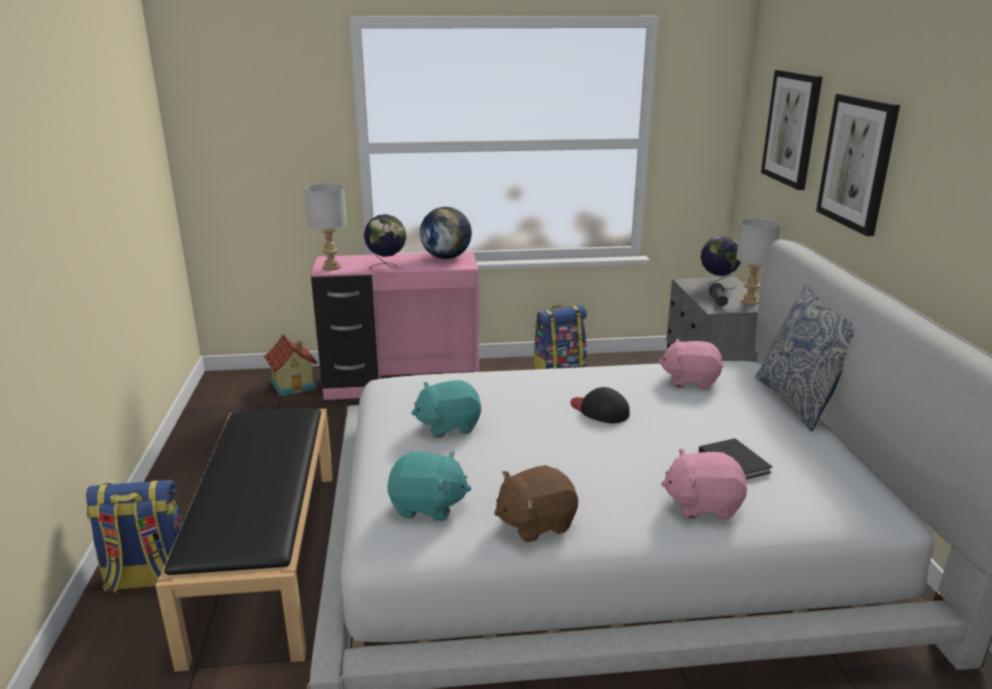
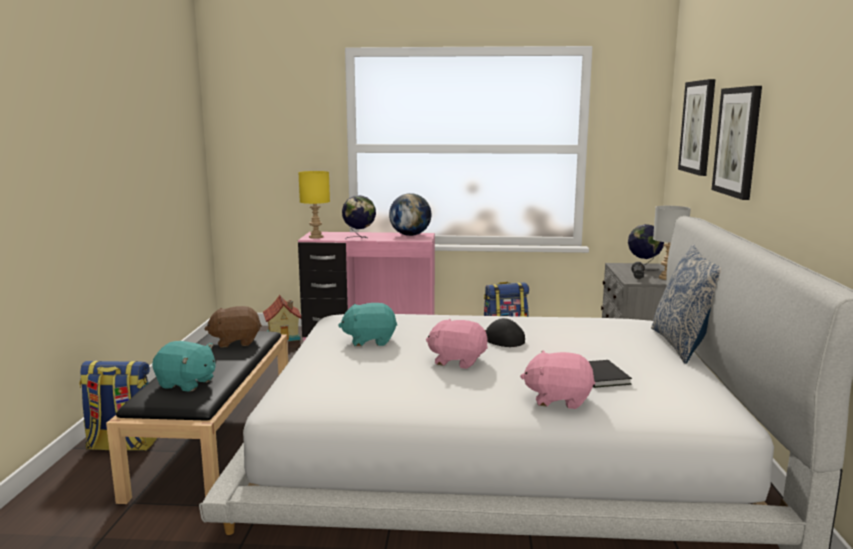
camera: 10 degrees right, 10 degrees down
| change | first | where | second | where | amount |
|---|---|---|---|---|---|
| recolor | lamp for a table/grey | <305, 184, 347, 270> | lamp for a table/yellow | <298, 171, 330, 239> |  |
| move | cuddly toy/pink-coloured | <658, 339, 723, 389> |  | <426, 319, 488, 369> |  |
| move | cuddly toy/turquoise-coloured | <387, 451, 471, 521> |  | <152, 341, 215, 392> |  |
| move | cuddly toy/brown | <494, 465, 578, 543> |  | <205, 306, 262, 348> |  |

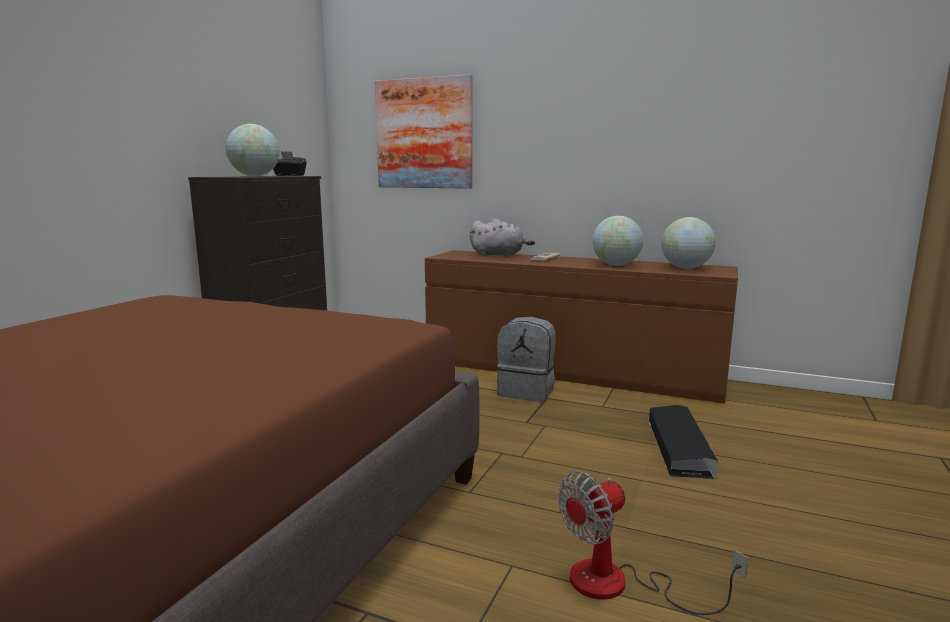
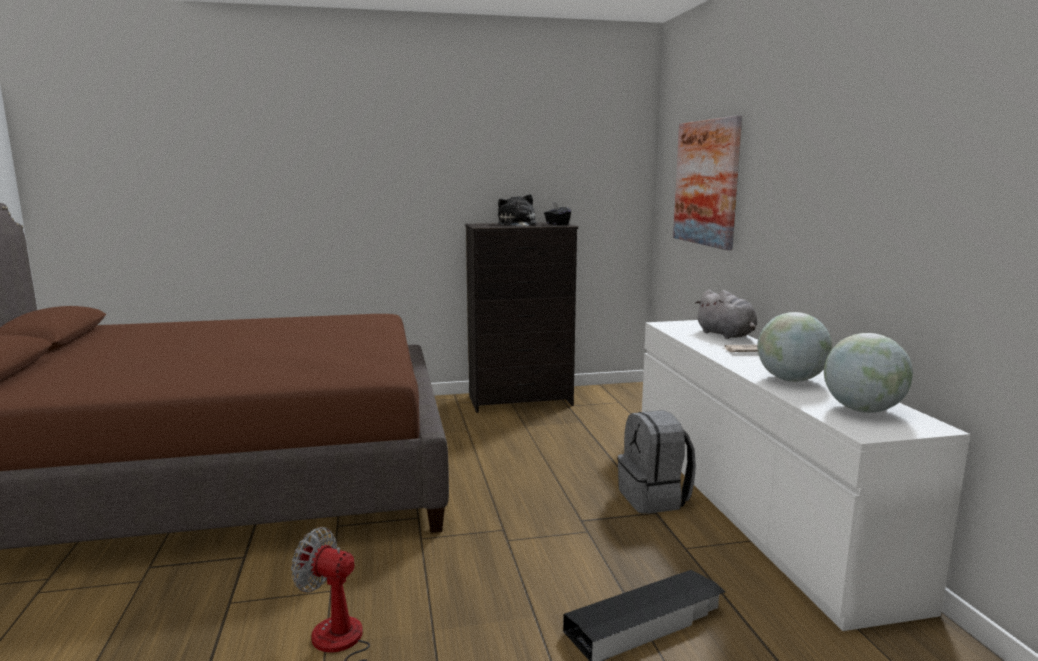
camera: 55 degrees right, 0 degrees up
| change | first | where | second | where | amount |
|---|---|---|---|---|---|
| replace | desk globe | <226, 124, 280, 176> | cuddly toy | <498, 194, 536, 227> |  |
| recolor | drawer chest/brown | <425, 250, 738, 404> | drawer chest/white | <642, 320, 970, 631> |  |

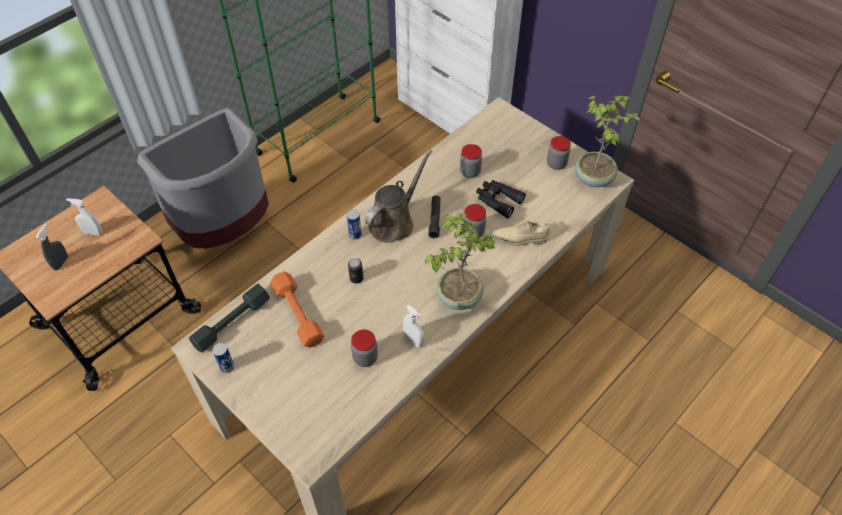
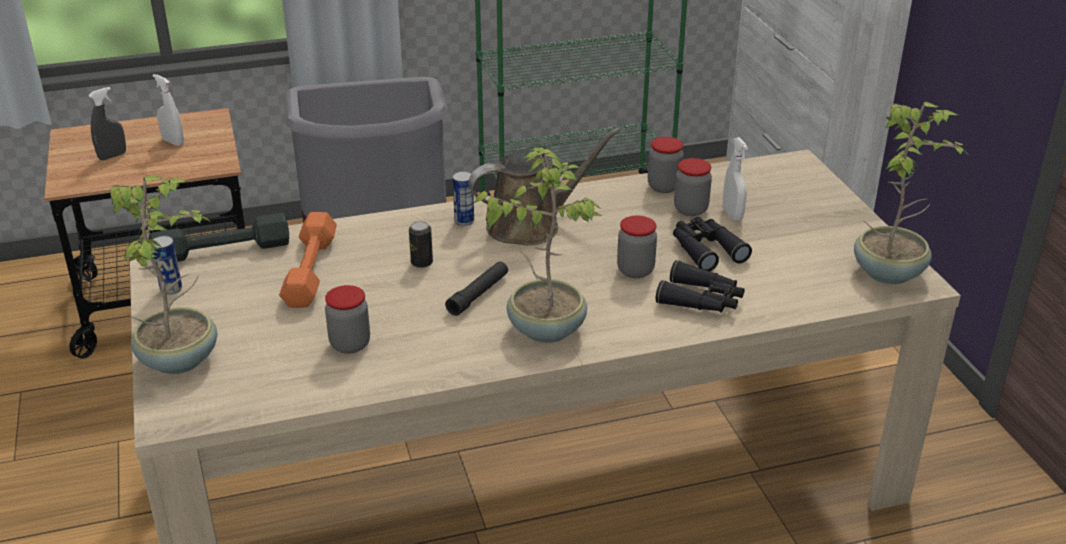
camera: 30 degrees right, 20 degrees down
| change | first | where | second | where | amount |
|---|---|---|---|---|---|
| move | jar | <547, 136, 571, 170> |  | <648, 137, 684, 193> |  |
| move | hand torch/black-coloured | <428, 196, 440, 238> |  | <445, 261, 508, 316> |  |
| replace | item of footwear/beige-coloured | <492, 219, 550, 246> | field glasses/black-coloured | <656, 260, 744, 313> |  |
| move | hand sprayer/white | <403, 305, 424, 348> |  | <723, 137, 748, 221> |  |
| insert |  |  | plant in a pot | <110, 175, 217, 374> |  |

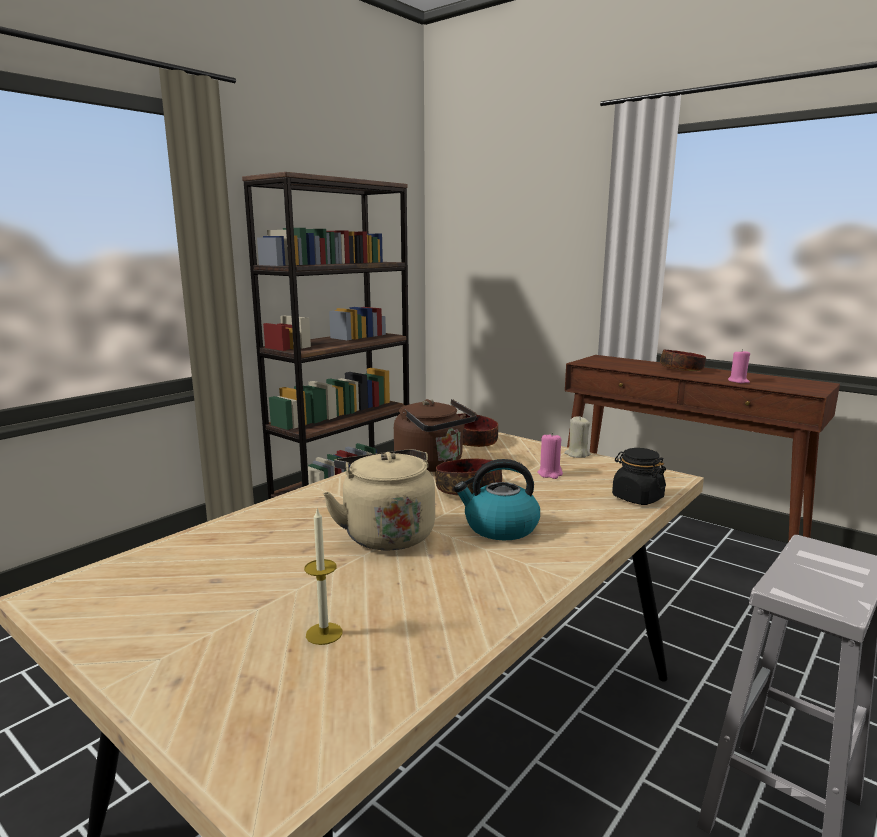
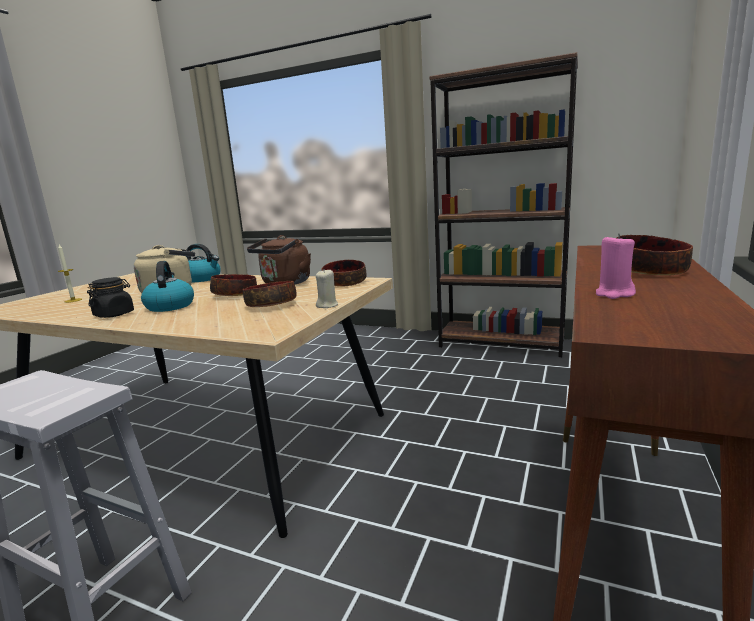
camera: 75 degrees right, 0 degrees up
| change | first | where | second | where | amount |
|---|---|---|---|---|---|
| replace | candle/pink-coloured | <537, 433, 563, 479> | bowl | <243, 281, 297, 307> |  |
| move | jar/black-coloured | <612, 448, 666, 505> |  | <87, 277, 134, 318> |  |
| insert |  |  | kettle | <186, 244, 221, 282> |  |

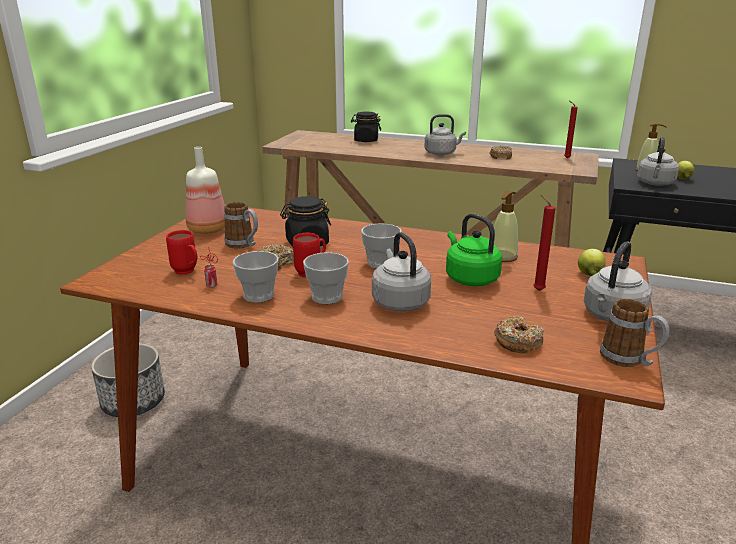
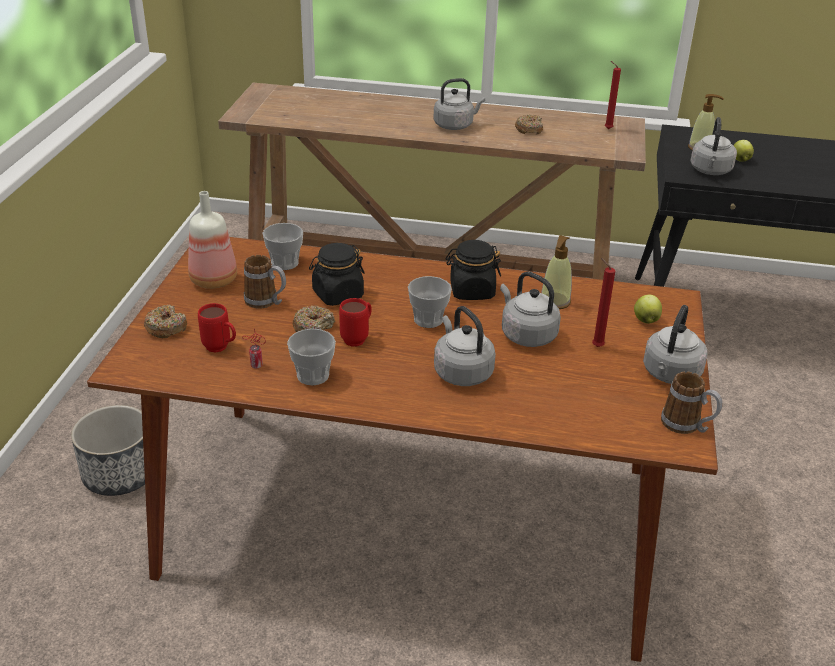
camera: 10 degrees left, 10 degrees up
| change | first | where | second | where | amount |
|---|---|---|---|---|---|
| move | jar/black-coloured | <351, 112, 381, 142> |  | <446, 240, 501, 300> |  |
| recolor | kettle/green-coloured | <446, 213, 502, 286> | kettle/grey | <500, 272, 561, 347> |  |
| move | drinking cup | <303, 252, 349, 304> |  | <262, 223, 303, 270> |  |
| move | donut | <494, 316, 544, 353> |  | <144, 304, 187, 338> |  |

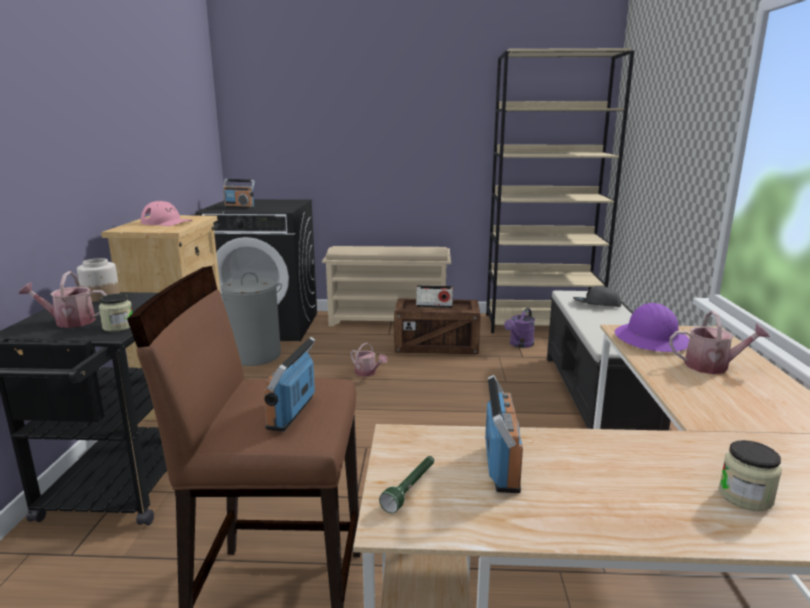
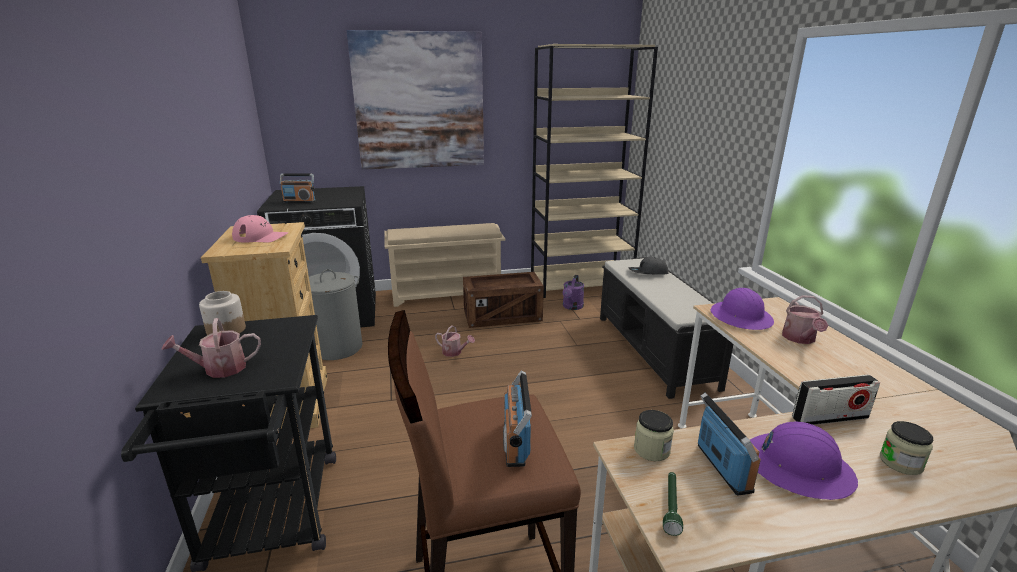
camera: 15 degrees left, 5 degrees up
| change | first | where | second | where | amount |
|---|---|---|---|---|---|
| move | radio set | <416, 285, 453, 308> |  | <792, 374, 880, 425> |  |
| move | jar | <99, 294, 132, 332> |  | <634, 410, 674, 461> |  |
| rotate | watering can | <669, 310, 770, 374> |  | <782, 295, 828, 344> | 105 degrees clockwise |
| insert |  |  | picture | <347, 30, 484, 170> |  |
| insert |  |  | safety helmet/purplish | <750, 422, 858, 500> |  |

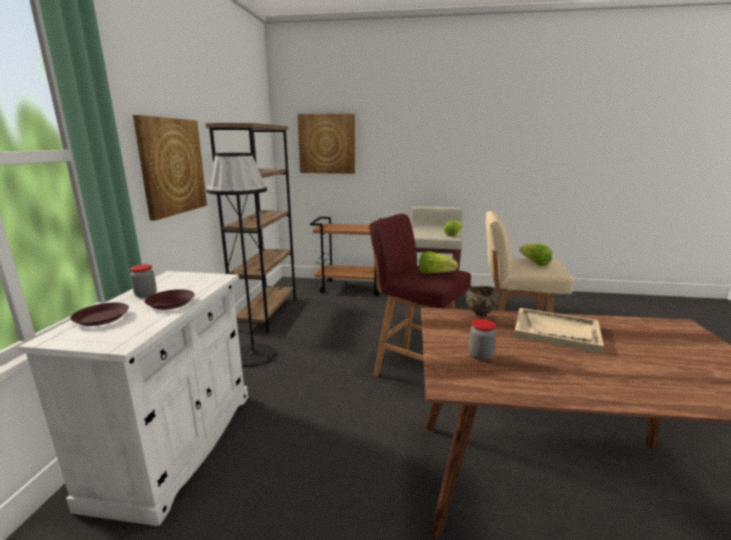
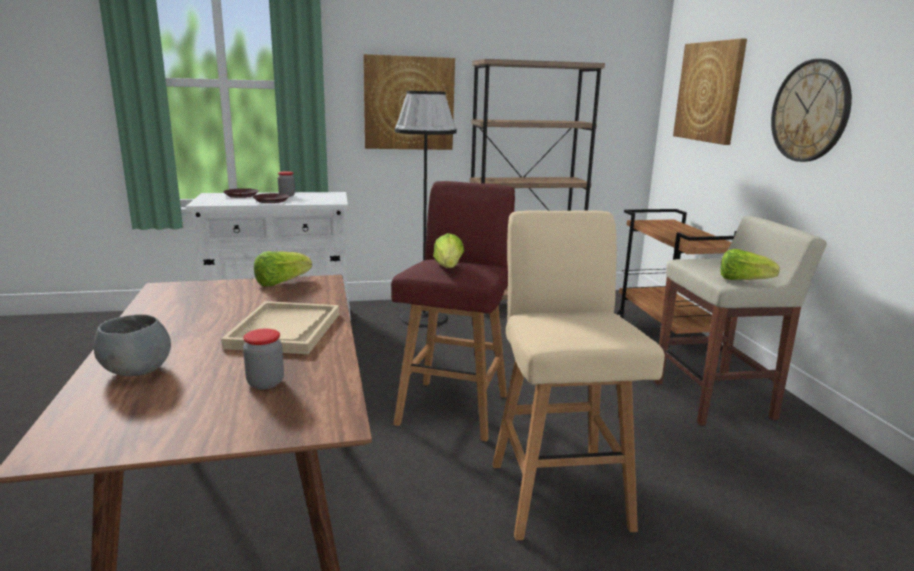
camera: 70 degrees right, 0 degrees up
| change | first | where | second | where | amount |
|---|---|---|---|---|---|
| move | lettuce head | <519, 244, 552, 266> |  | <254, 251, 312, 287> |  |
| delete | bowl/brown | <466, 286, 499, 319> |  |  |  |
| move | jar | <469, 319, 496, 360> |  | <243, 329, 284, 390> |  |
| insert |  |  | clock on the wall | <771, 59, 852, 162> |  |
| insert |  |  | bowl/grey | <94, 314, 171, 376> |  |

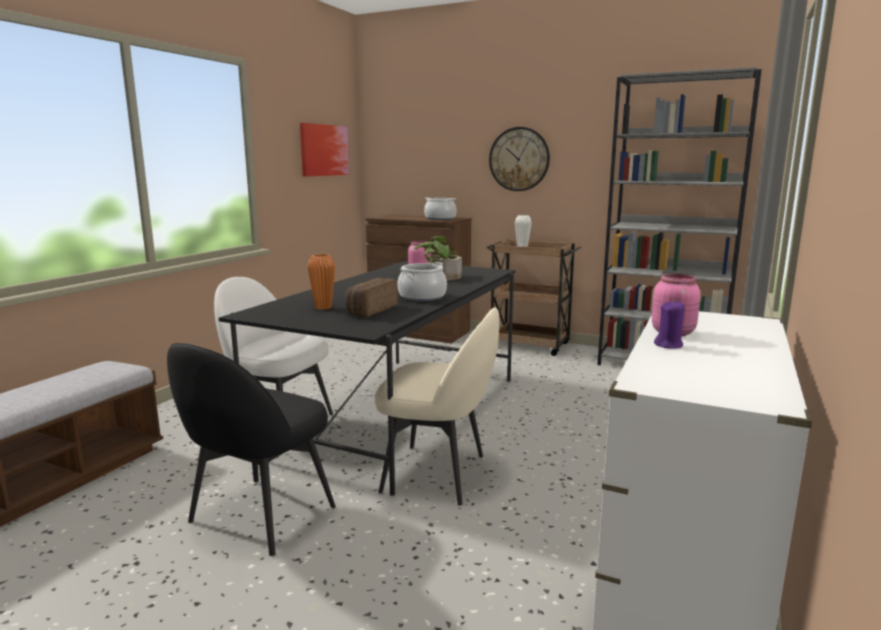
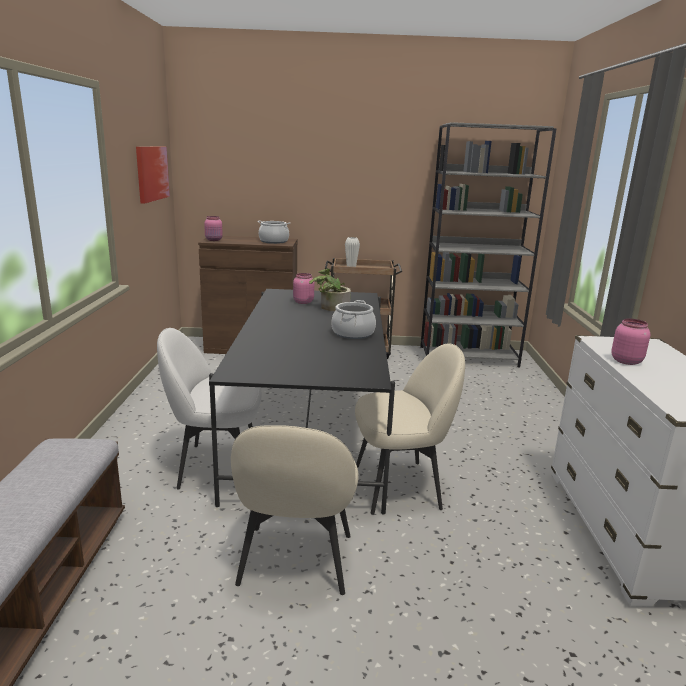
camera: 25 degrees left, 5 degrees up
| change | first | where | second | where | amount |
|---|---|---|---|---|---|
| delete | clock on the wall | <489, 127, 550, 191> |  |  |  |
| delete | vase/orangey | <308, 254, 335, 310> |  |  |  |
| delete | baked bread | <345, 278, 398, 317> |  |  |  |
| delete | candle/purplish | <654, 300, 685, 348> |  |  |  |
| recolor | upright chair/black-coloured | <167, 343, 336, 556> | upright chair/beige-coloured | <231, 425, 359, 595> |  |
| insert |  |  | jar/pink-coloured | <204, 216, 223, 241> |  |

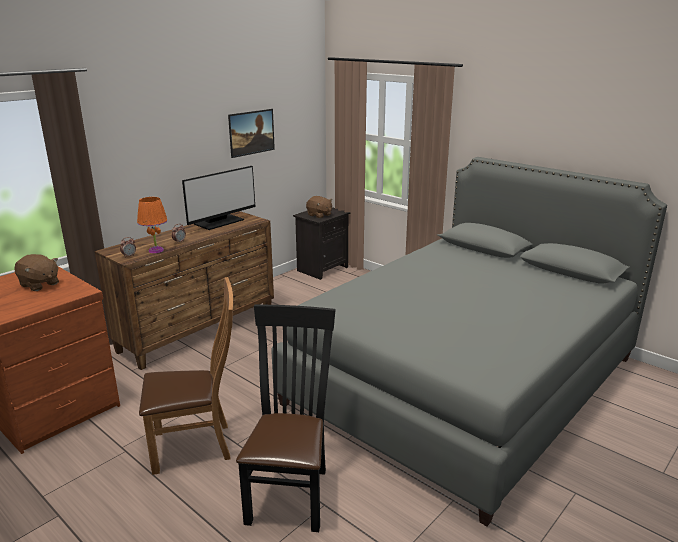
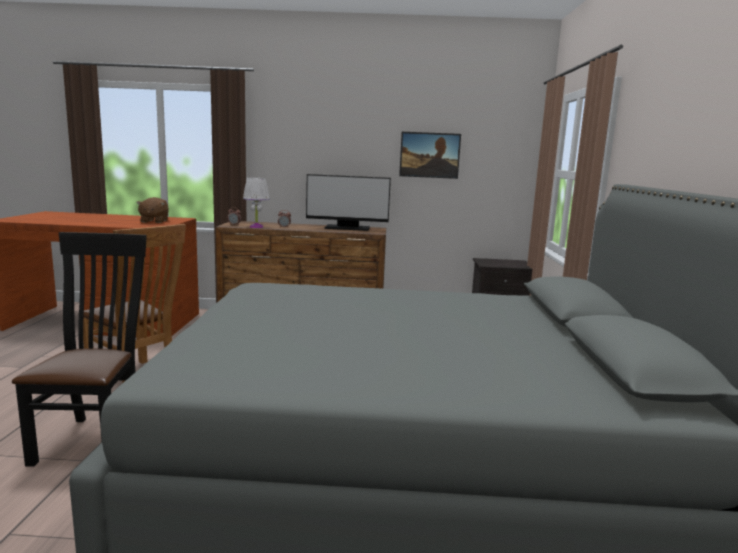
camera: 50 degrees right, 10 degrees down
| change | first | where | second | where | amount |
|---|---|---|---|---|---|
| delete | cuddly toy/brown | <306, 196, 332, 218> |  |  |  |
| recolor | lamp for a table/orangey | <137, 197, 168, 253> | lamp for a table/white | <243, 178, 270, 228> |  |
| rotate | upright chair/black-coloured | <236, 304, 336, 532> |  | <12, 232, 147, 467> | 60 degrees counterclockwise |

